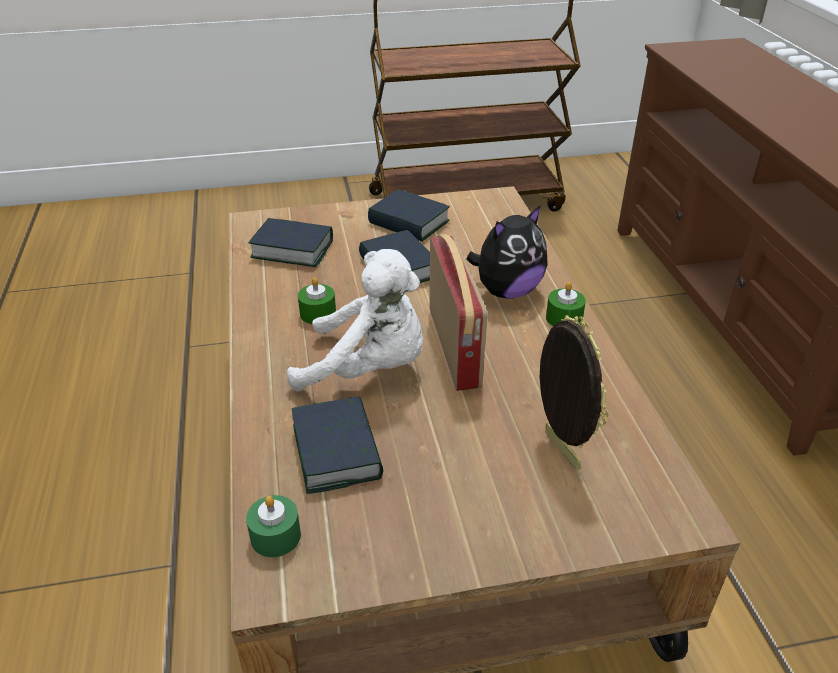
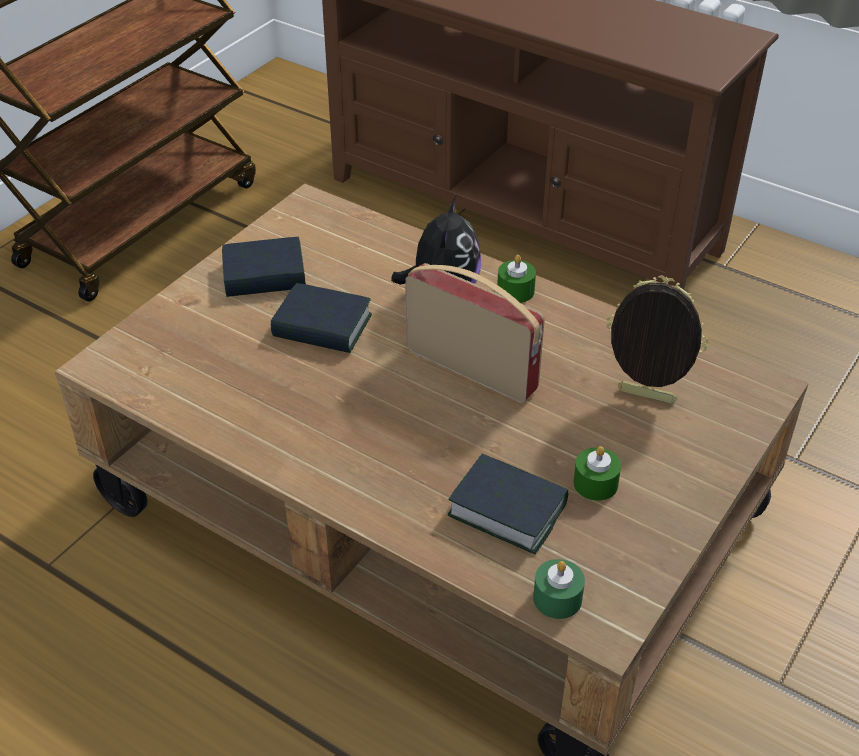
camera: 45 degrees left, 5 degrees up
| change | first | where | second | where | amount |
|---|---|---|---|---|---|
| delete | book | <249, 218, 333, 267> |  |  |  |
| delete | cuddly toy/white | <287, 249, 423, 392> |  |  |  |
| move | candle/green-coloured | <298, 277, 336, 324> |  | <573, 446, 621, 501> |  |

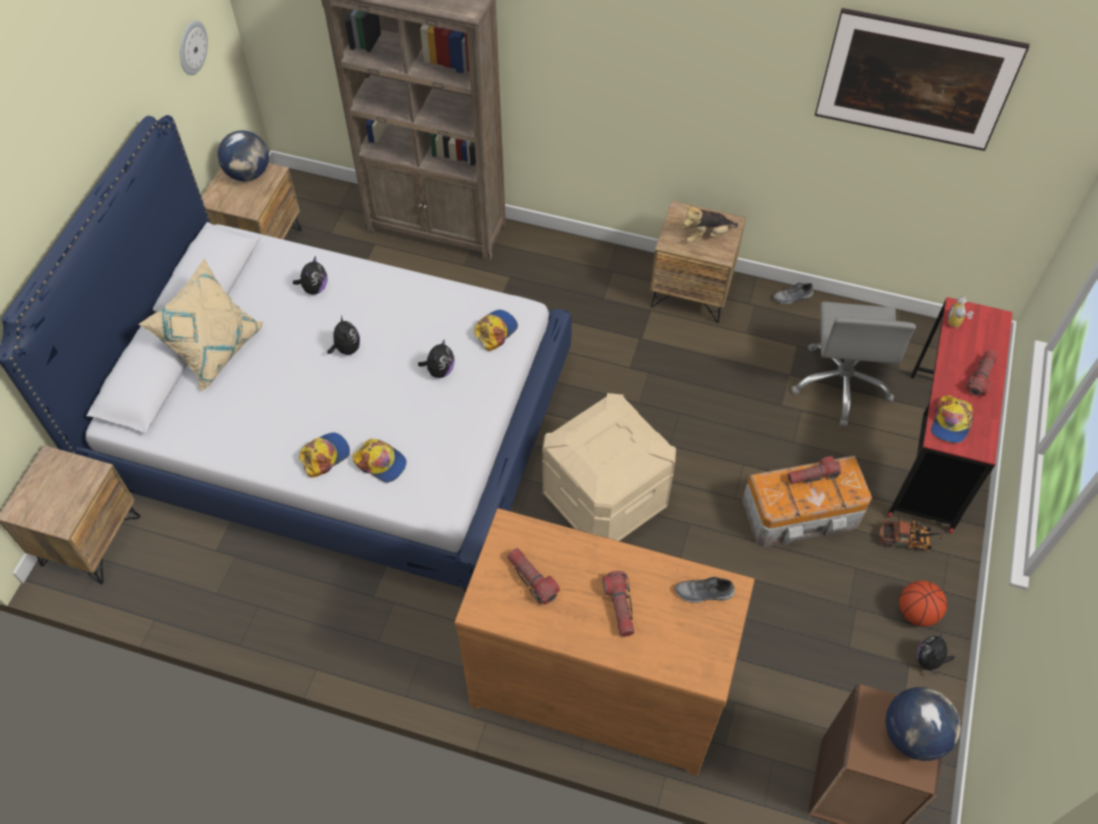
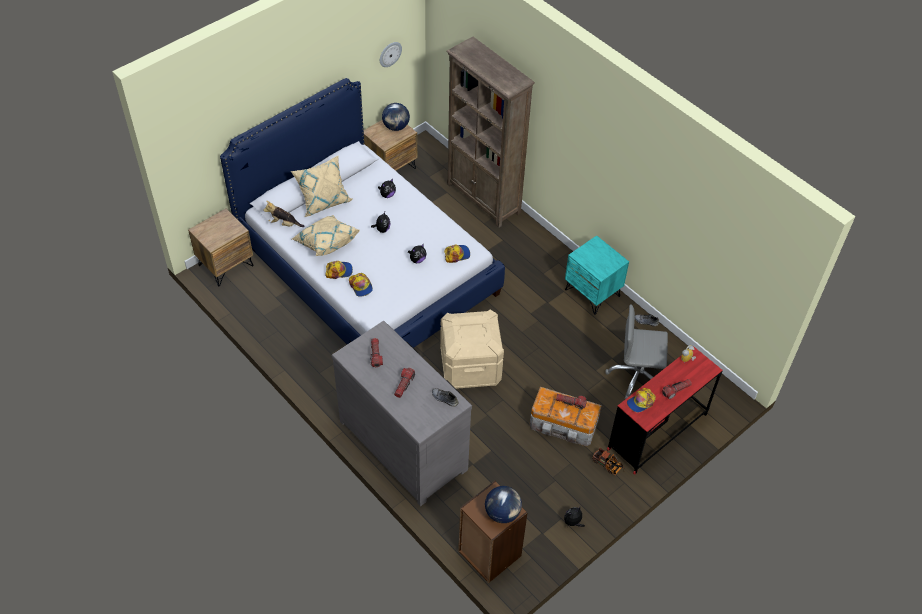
camera: 30 degrees right, 5 degrees down
| change | first | where | second | where | amount |
|---|---|---|---|---|---|
| delete | picture | <814, 8, 1030, 151> |  |  |  |
| recolor | night table/brown | <650, 201, 746, 323> | night table/turquoise-coloured | <565, 235, 629, 315> |  |
| move | cuddly toy | <683, 206, 738, 242> |  | <263, 201, 305, 227> |  |
| rotate | office chair/grey | <791, 302, 916, 426> |  | <605, 304, 668, 399> | 60 degrees clockwise |
| recolor | drawer chest/brown | <454, 508, 755, 776> | drawer chest/grey | <332, 321, 472, 506> |  |
| delete | basketball ball | <899, 581, 947, 627> |  |  |  |
| insert |  |  | cushion/beige-coloured | <292, 215, 360, 256> |  |

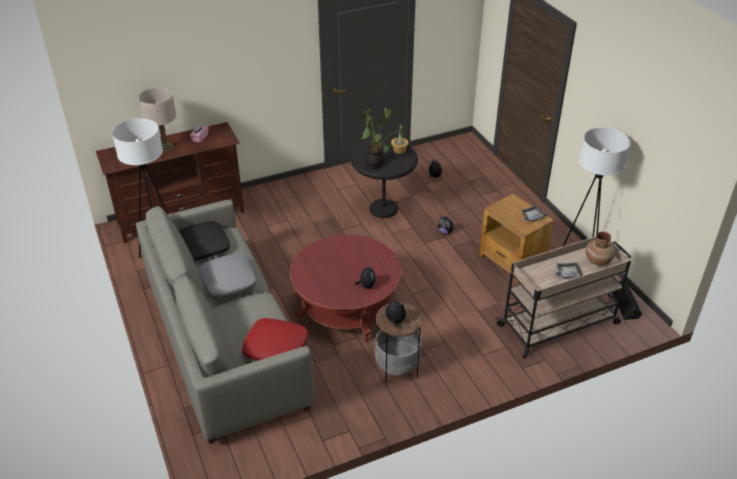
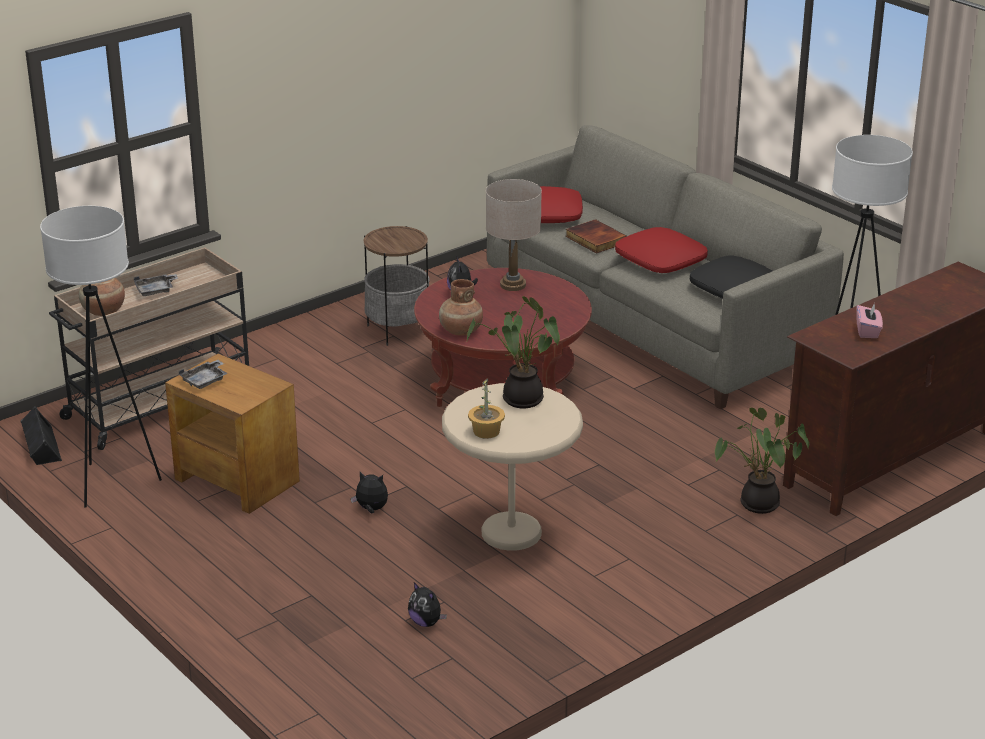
camera: 165 degrees right, 10 degrees down
| change | first | where | second | where | amount |
|---|---|---|---|---|---|
| move | lamp for a table/beige-coloured | <139, 87, 176, 153> |  | <486, 179, 542, 291> |  |
| recolor | accent table/black-coloured | <351, 139, 418, 218> | accent table/beige-coloured | <442, 383, 583, 551> |  |
| recolor | cushion/grey | <200, 254, 256, 297> | cushion/red | <615, 227, 708, 273> |  |
| delete | cuddly toy | <382, 300, 406, 327> |  |  |  |
| insert |  |  | book | <565, 219, 627, 254> |  |
| insert |  |  | vase/brown | <439, 279, 483, 336> |  |
| insert |  |  | plant in a pot | <715, 408, 809, 514> |  |

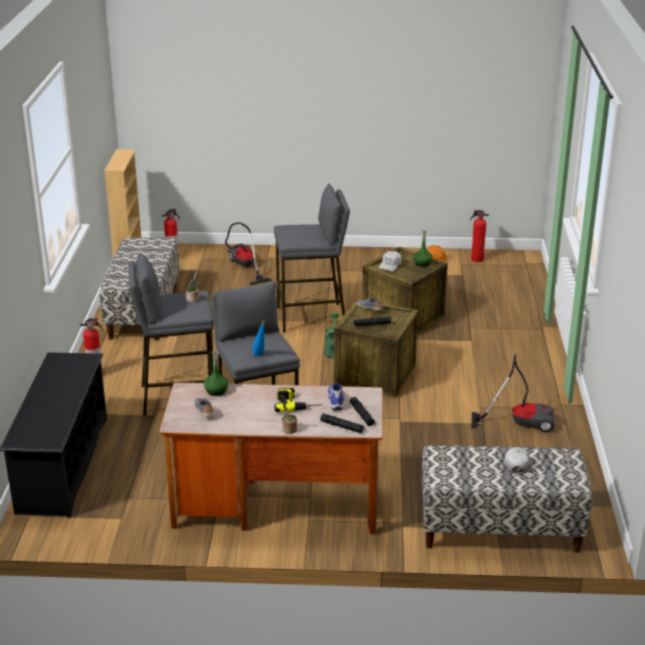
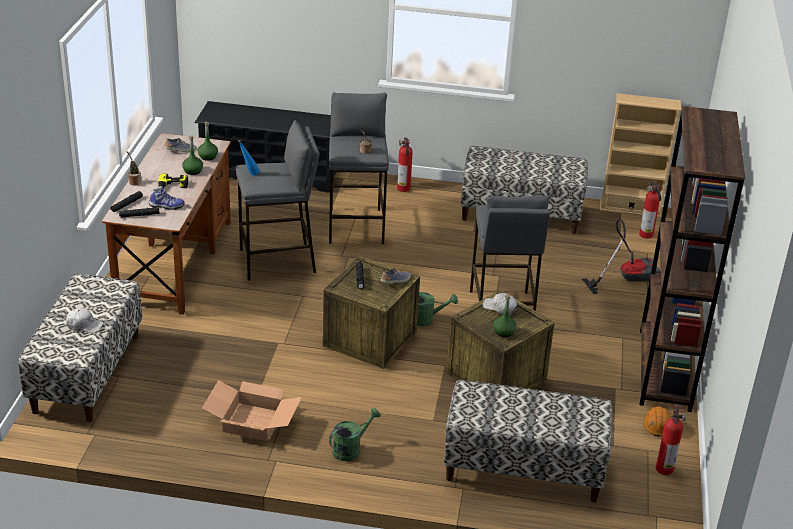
camera: 95 degrees right, 5 degrees up
| change | first | where | second | where | amount |
|---|---|---|---|---|---|
| replace | hoover | <471, 354, 555, 433> | cardboard box | <202, 380, 302, 441> |  |
| insert |  |  | shelving unit/brown | <640, 106, 745, 412> |  |
| insert |  |  | drink bottle/green-coloured | <182, 135, 203, 175> |  |
| insert |  |  | indoor bench | <444, 380, 612, 502> |  |
| insert |  |  | watering can/green-coloured | <329, 408, 381, 461> |  |

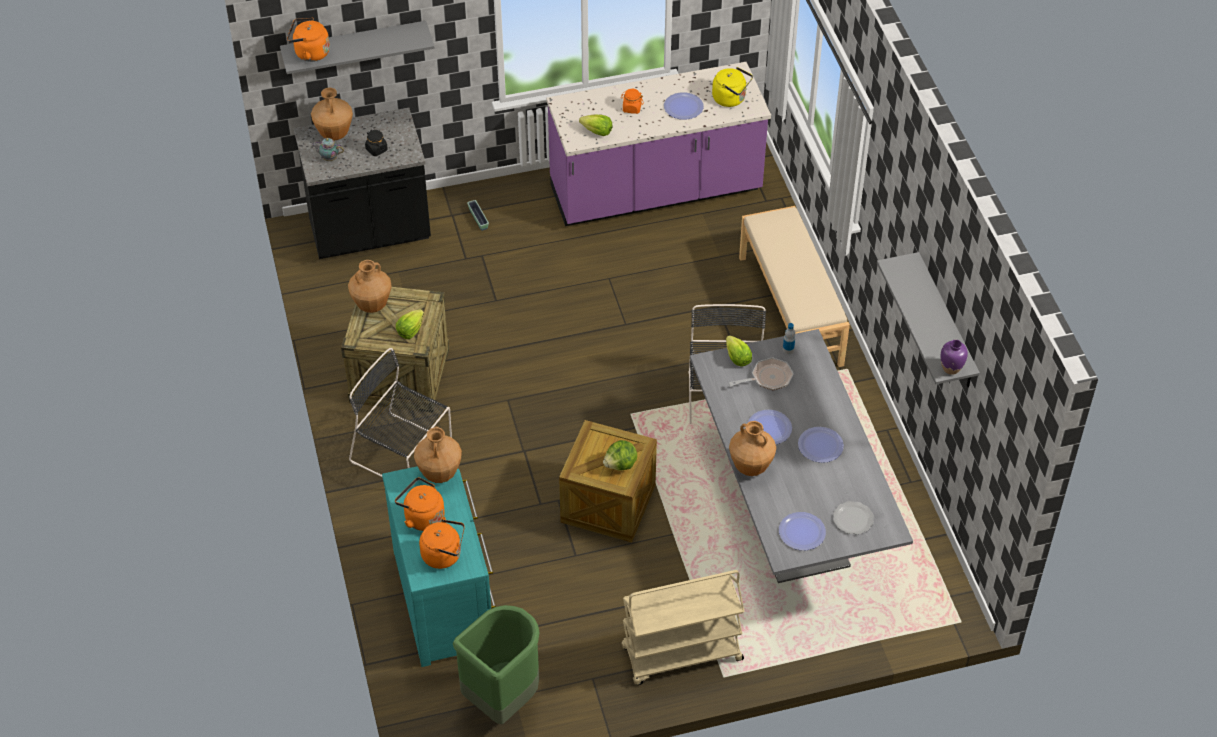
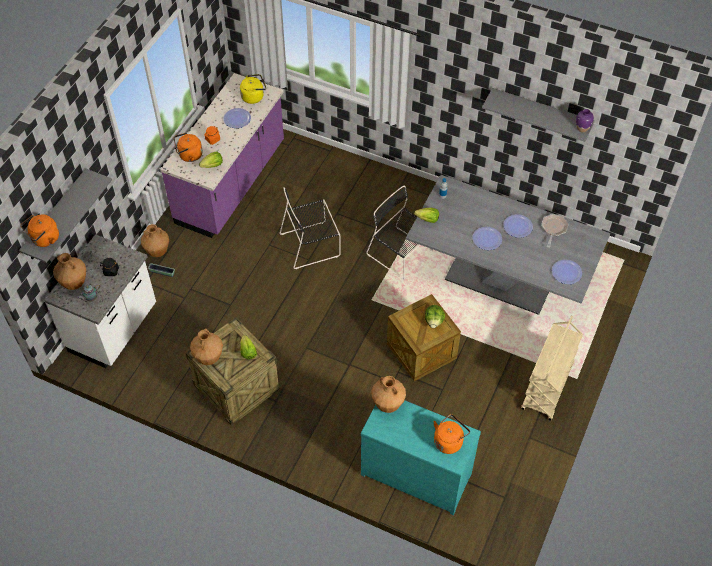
camera: 50 degrees left, 5 degrees up
| change | first | where | second | where | amount |
|---|---|---|---|---|---|
| recolor | counter/black-coloured | <294, 108, 431, 259> | counter/white | <44, 234, 156, 368> |  |
| delete | indoor bench/beige-coloured | <739, 206, 850, 367> |  |  |  |
| move | upright chair/black-coloured | <349, 348, 452, 477> |  | <279, 187, 340, 269> |  |
| move | pan | <729, 357, 794, 390> |  | <541, 214, 569, 248> |  |
| move | vase/brown | <729, 421, 776, 476> |  | <141, 224, 169, 257> |  |
| move | kettle/orangey | <395, 477, 445, 531> |  | <174, 132, 203, 162> |  |
| delete | dinner plate | <833, 501, 874, 534> |  |  |  |
| delete | rubbish bin/green-coloured | <453, 605, 540, 724> |  |  |  |

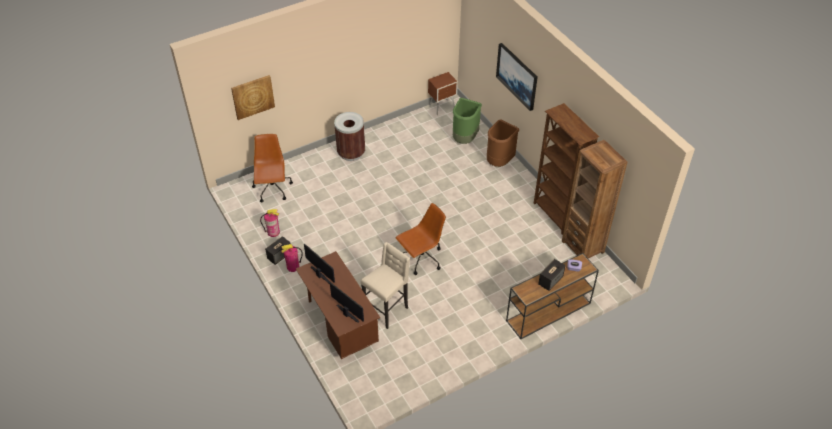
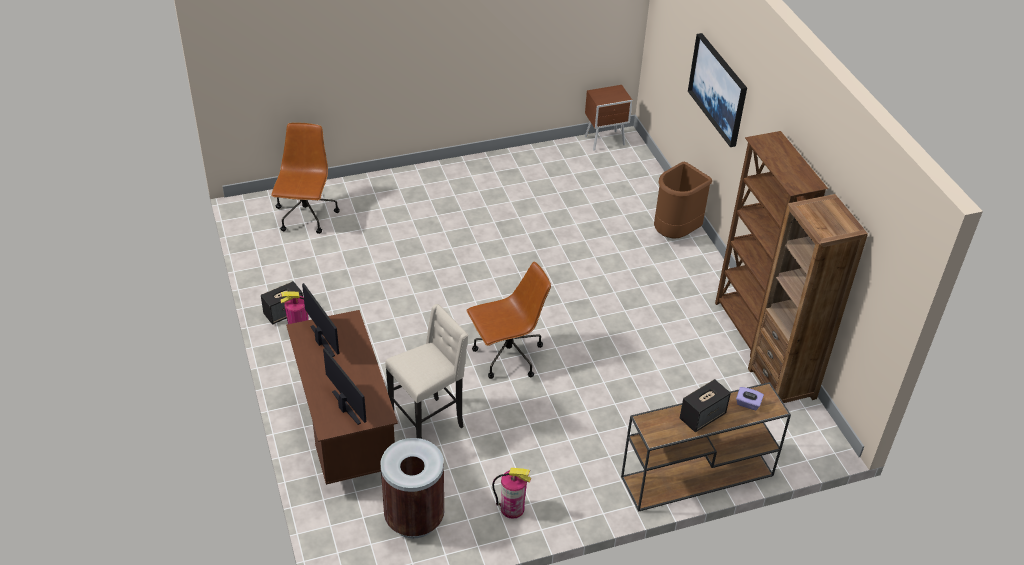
camera: 10 degrees right, 5 degrees down
| change | first | where | second | where | amount |
|---|---|---|---|---|---|
| delete | picture | <231, 75, 275, 120> |  |  |  |
| delete | rubbish bin/green-coloured | <453, 98, 482, 144> |  |  |  |
| move | rubbish bin/brown | <334, 112, 365, 161> |  | <381, 438, 444, 538> |  |
| move | fire extinguisher | <260, 209, 280, 237> |  | <492, 468, 531, 519> |  |

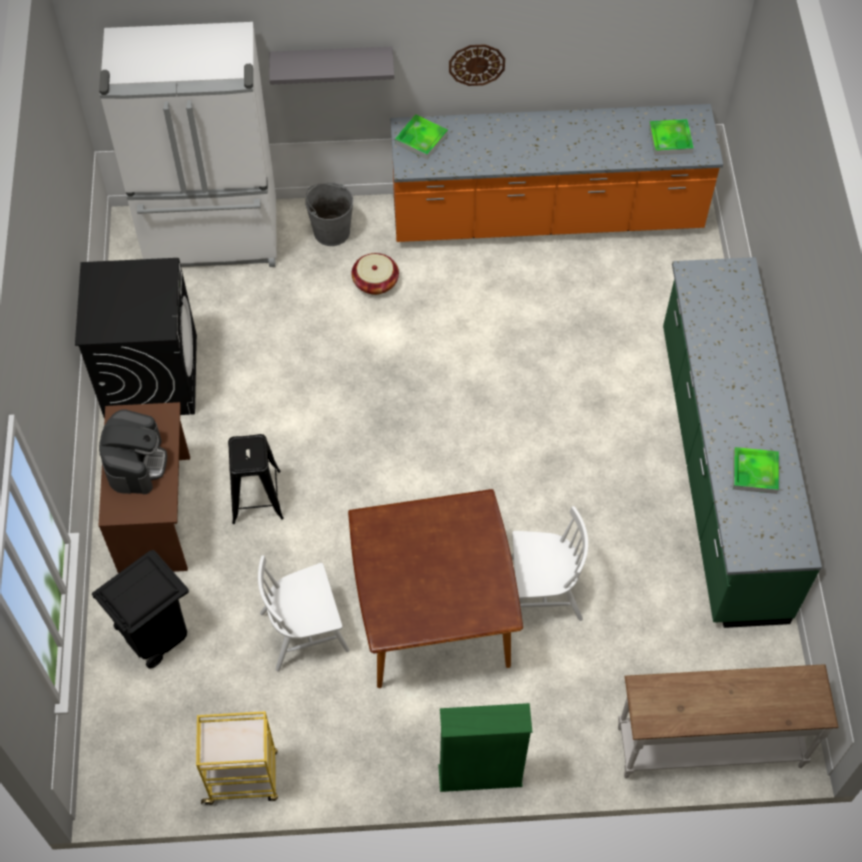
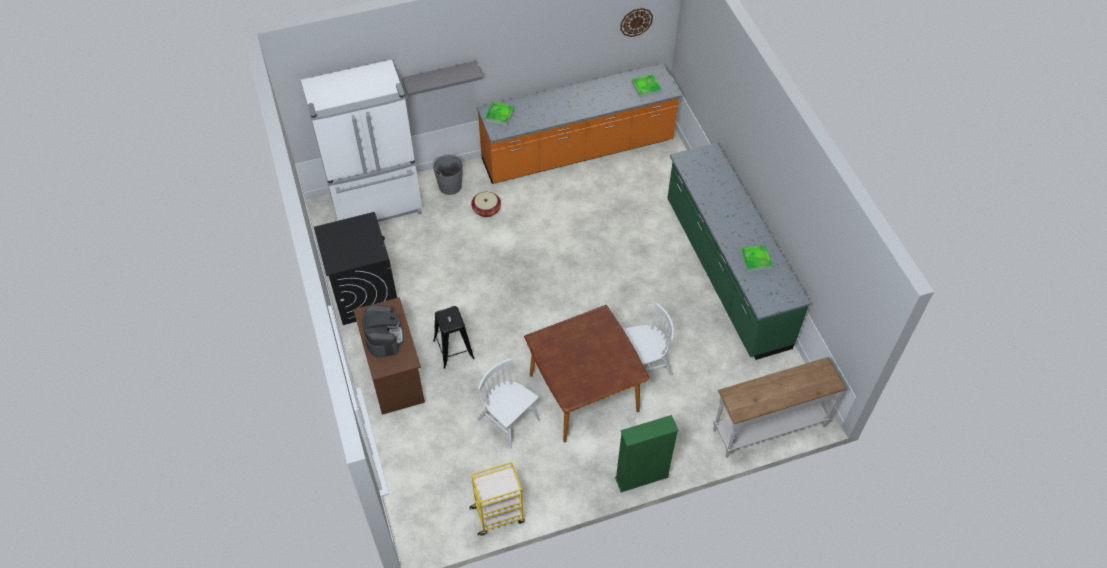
camera: 15 degrees left, 5 degrees down
| change | first | where | second | where | amount |
|---|---|---|---|---|---|
| move | clock on the wall | <449, 44, 505, 86> |  | <620, 8, 653, 37> |  |
| delete | rubbish bin/black-coloured | <92, 550, 189, 669> |  |  |  |
| rotate | upright chair/white | <258, 555, 349, 671> |  | <477, 358, 540, 448> | 75 degrees clockwise |

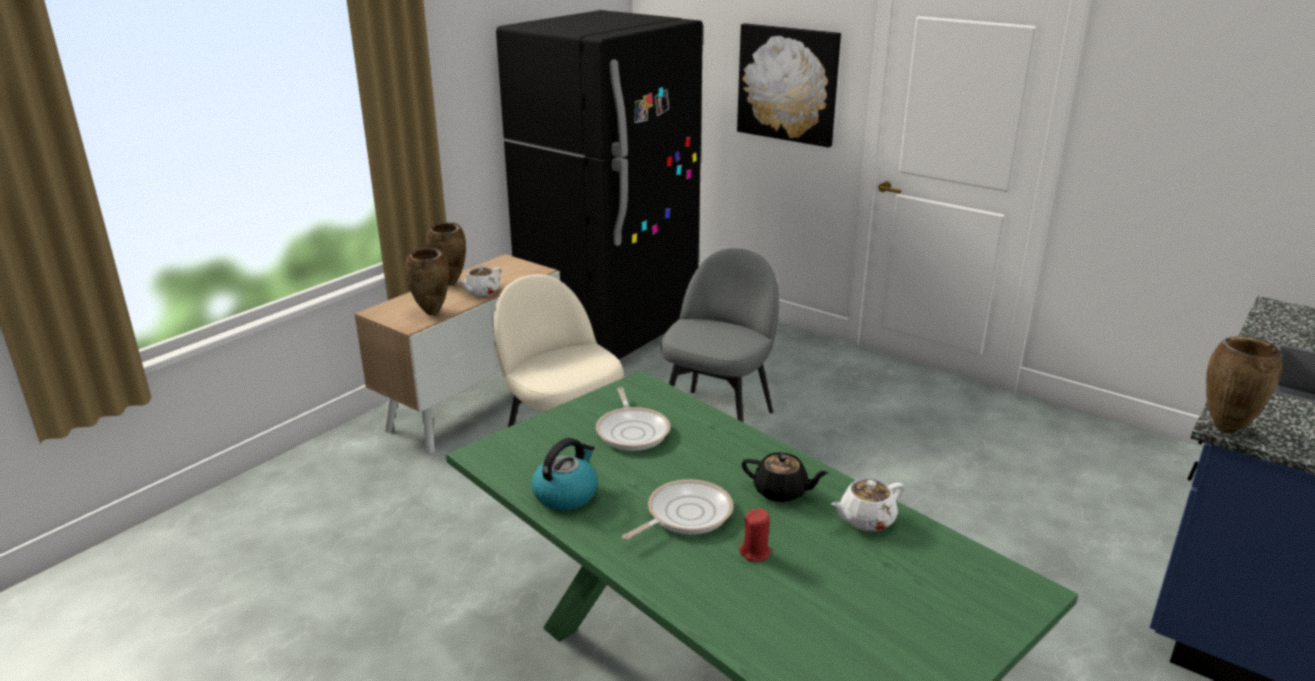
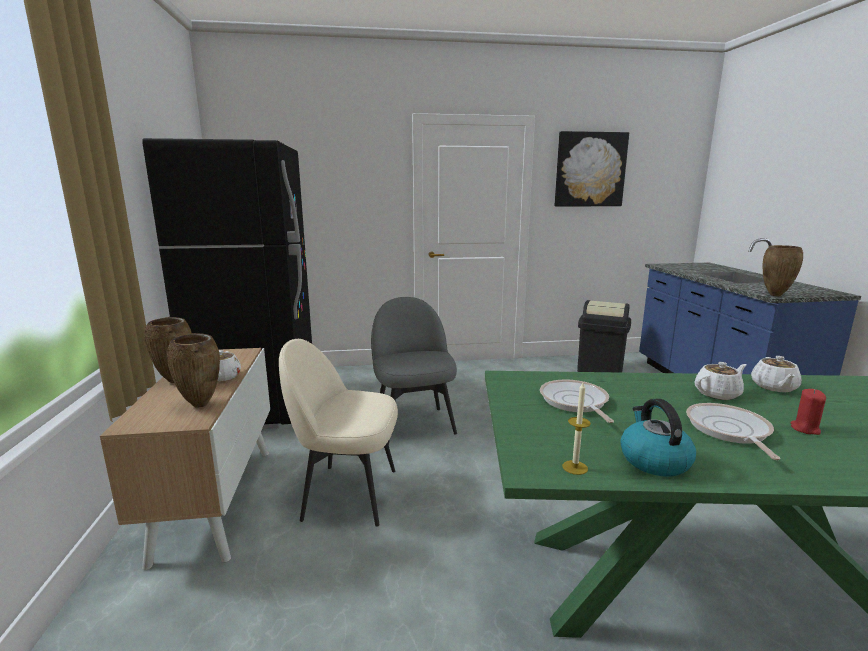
camera: 45 degrees left, 10 degrees down
| change | first | where | second | where | amount |
|---|---|---|---|---|---|
| move | picture | <737, 23, 841, 147> |  | <555, 131, 629, 207> |  |
| rotate | pan | <596, 387, 670, 451> |  | <540, 380, 614, 423> | 135 degrees counterclockwise |
| recolor | tea pot/black-coloured | <742, 452, 829, 502> | tea pot/white | <694, 362, 747, 400> |  |
| insert |  |  | rubbish bin/black-coloured | <577, 300, 631, 373> |  |
| insert |  |  | candle | <562, 382, 591, 475> |  |

